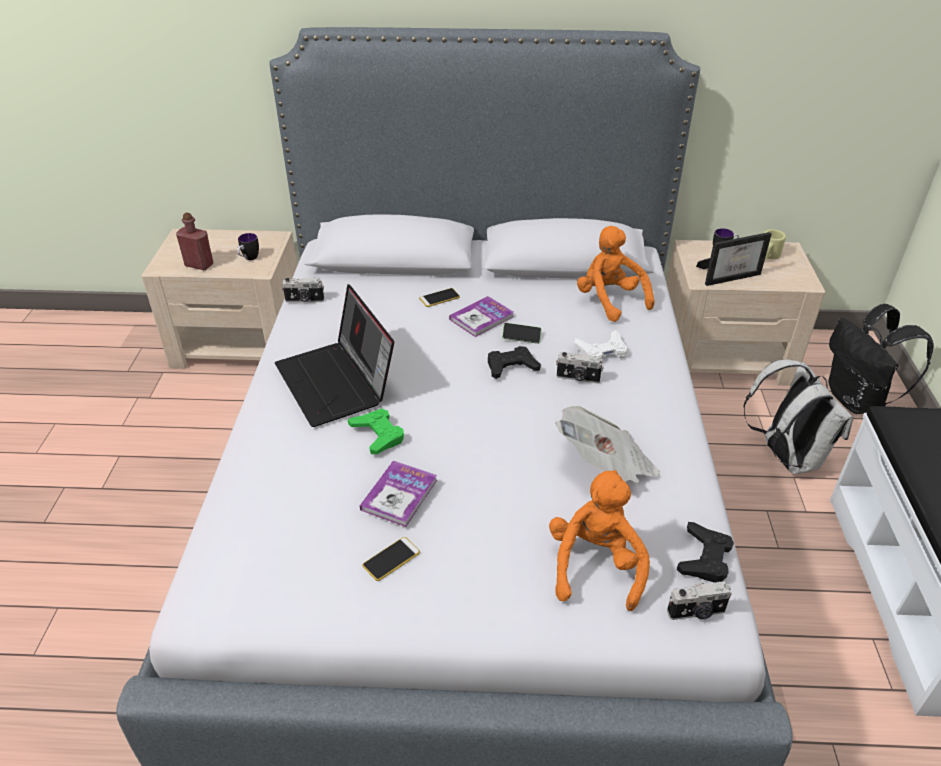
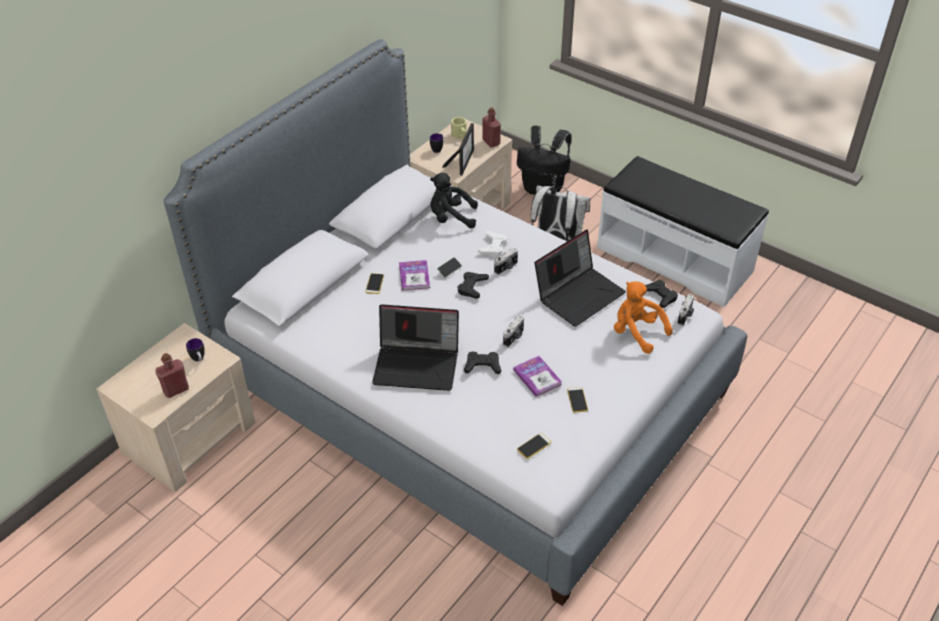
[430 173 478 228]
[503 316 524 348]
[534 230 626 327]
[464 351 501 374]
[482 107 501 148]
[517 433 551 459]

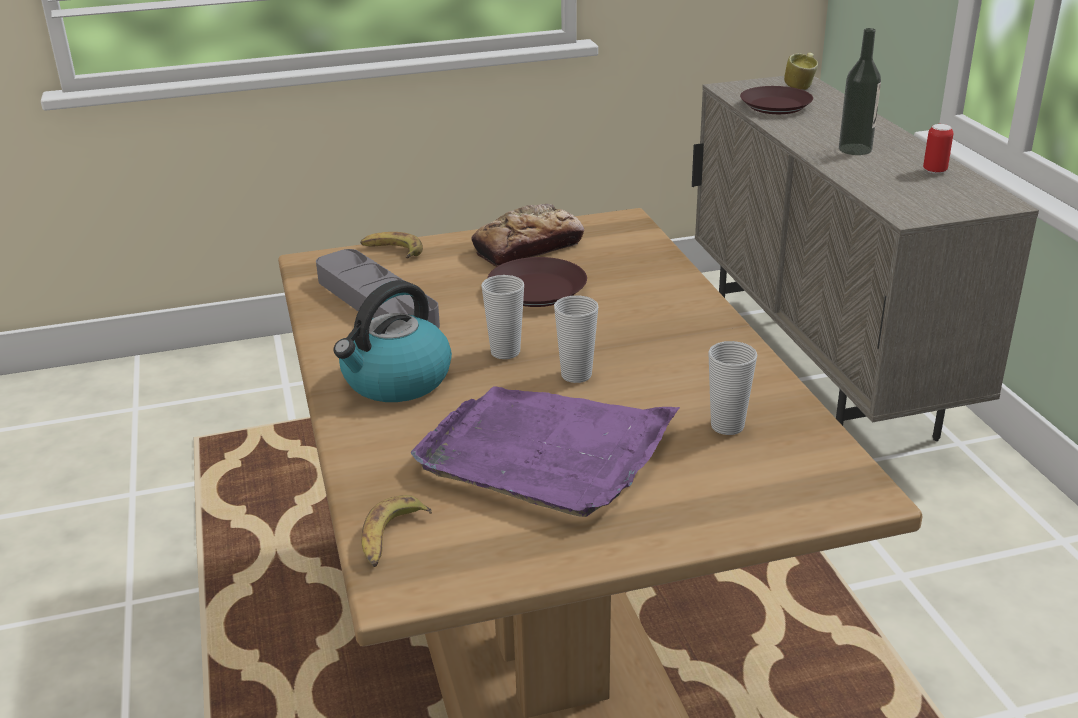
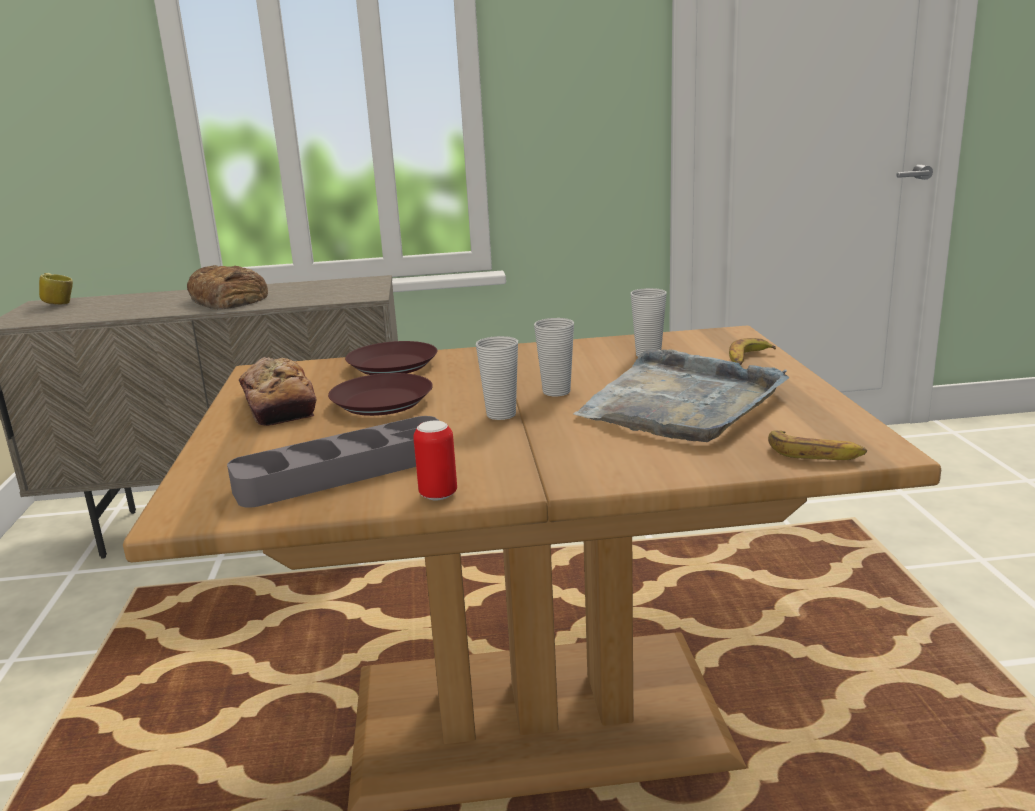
[187 265 268 310]
[345 341 438 375]
[413 421 457 500]
[729 338 776 365]
[334 280 452 402] (first image)
[574 349 789 442]

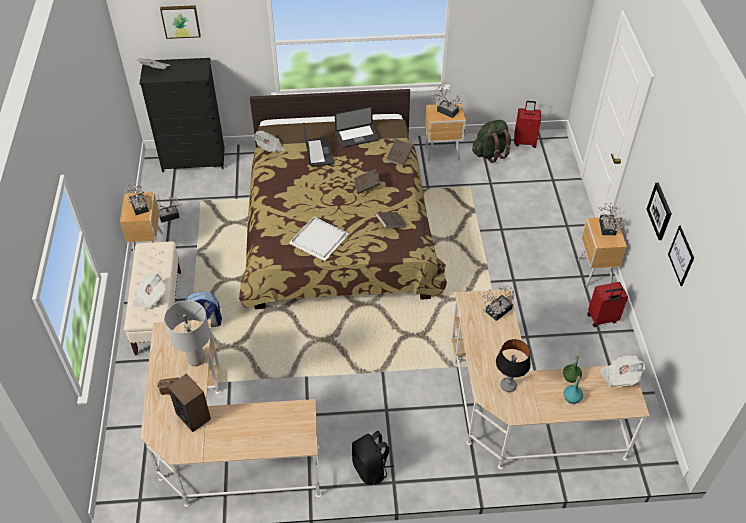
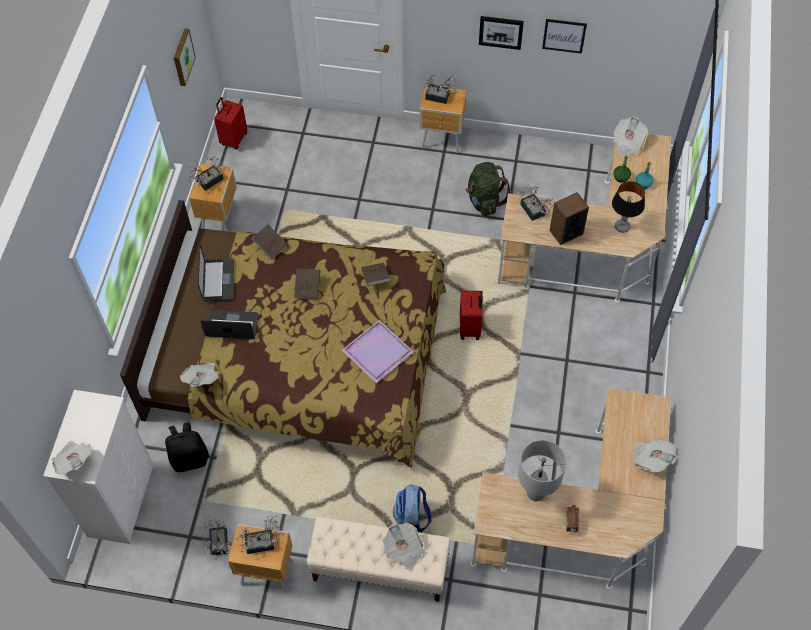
[174 28 196 86]
[43 390 155 544]
[466 162 511 216]
[342 320 414 383]
[460 291 483 340]
[550 192 589 245]
[165 422 209 472]
[633 440 676 472]

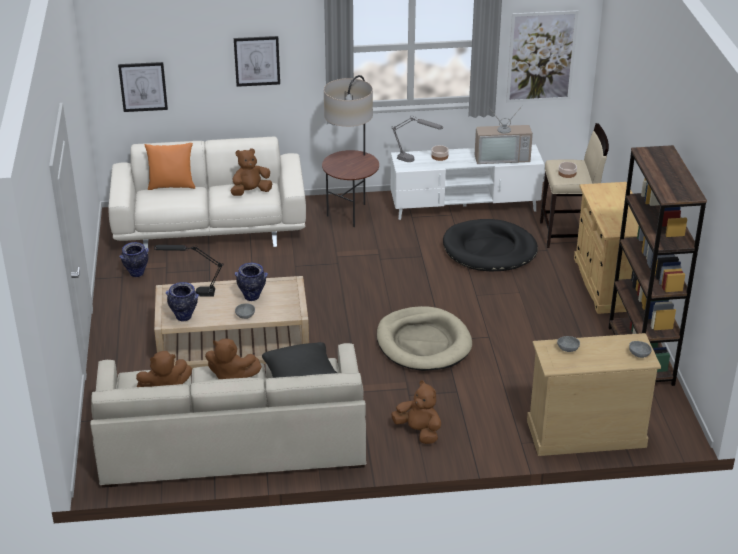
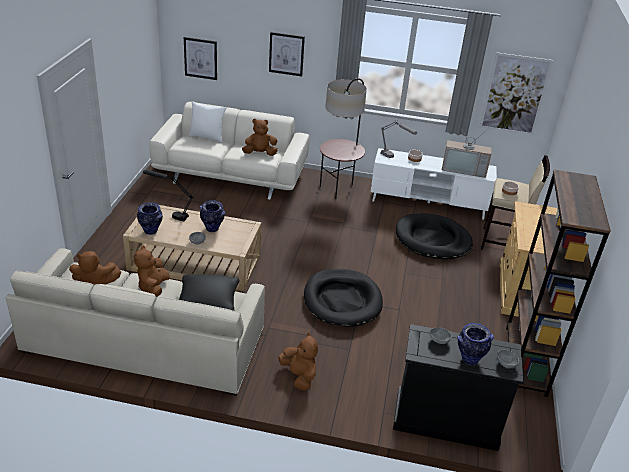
[189 101 226 143]
[457 323 494 365]
[304 269 383 327]
[393 324 523 451]
[134 245 170 297]

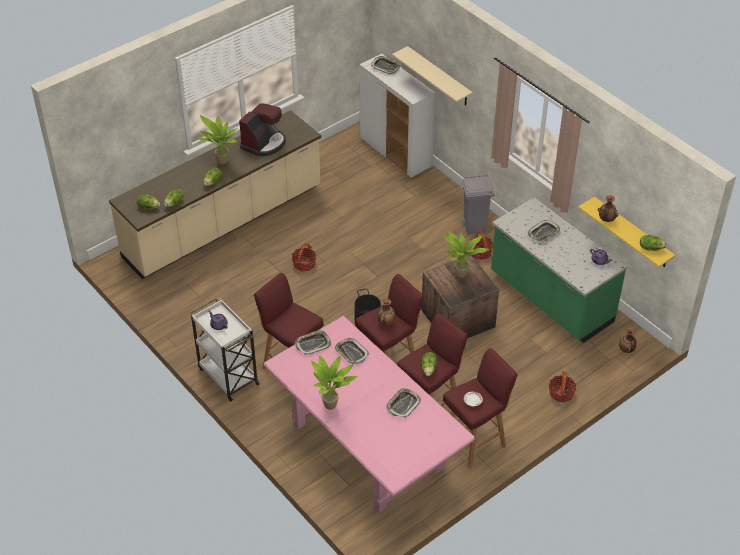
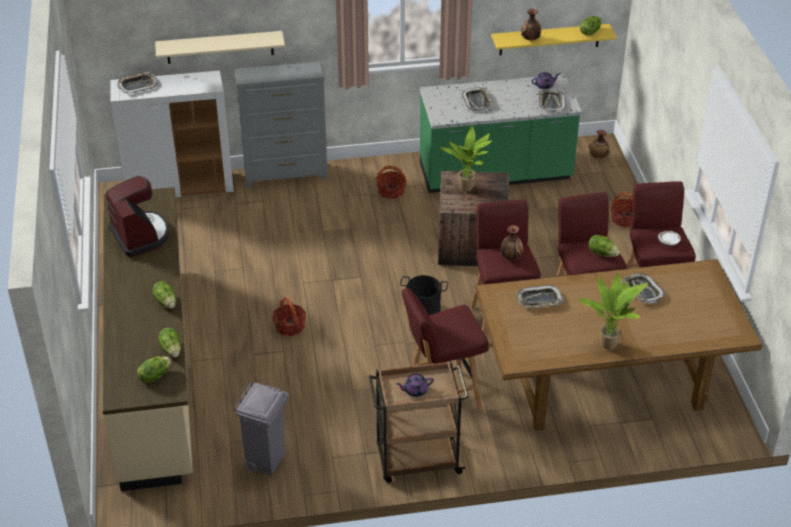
[199 115 237 164] (first image)
[233 382 289 476]
[369 361 469 483]
[475 259 762 431]
[539 90 566 112]
[235 61 328 187]

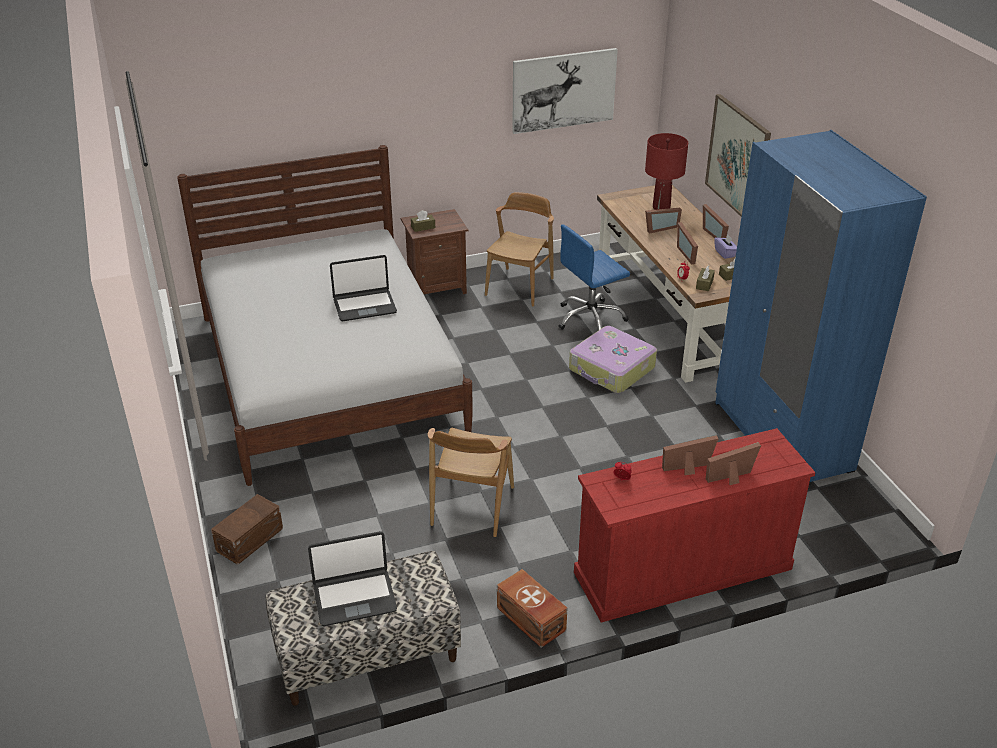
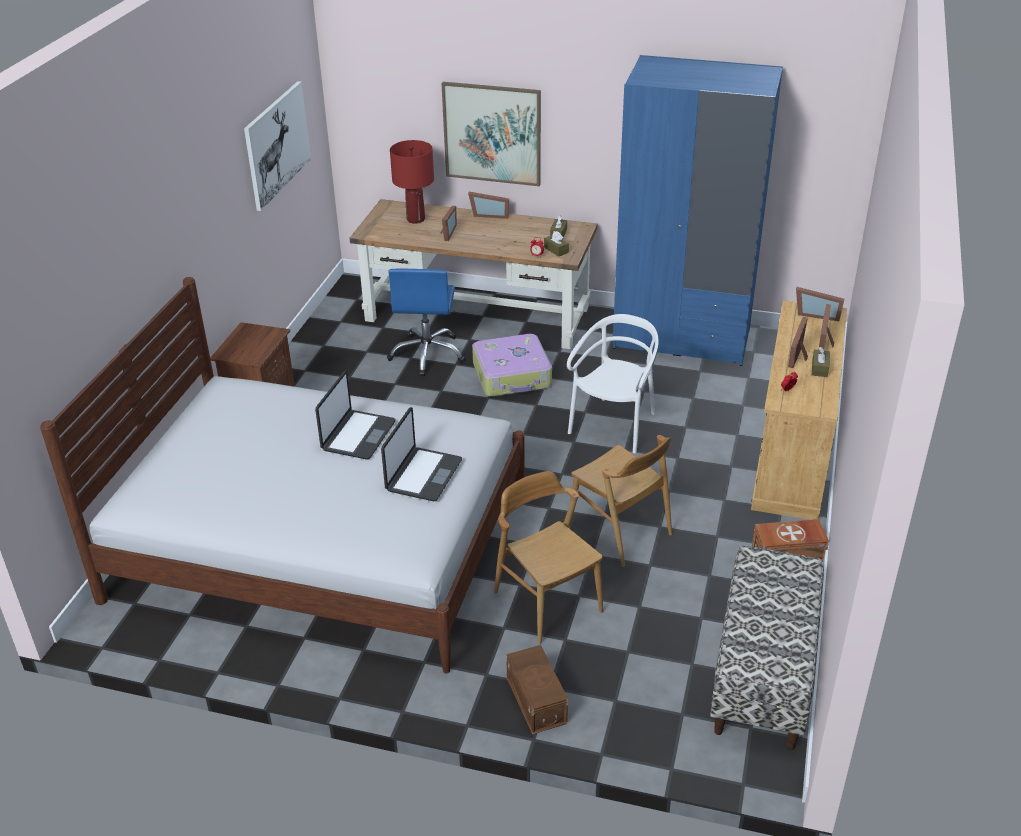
[494 471 603 644]
[812 347 830 377]
[796 287 844 321]
[714 235 737 259] (first image)
[751 300 847 520]
[381 407 462 501]
[567 314 659 453]

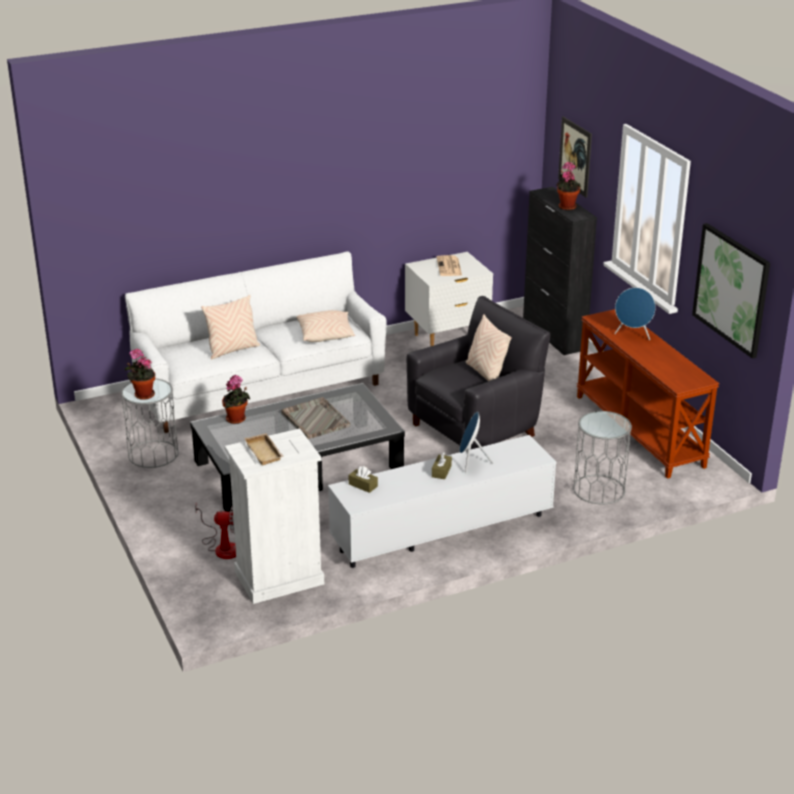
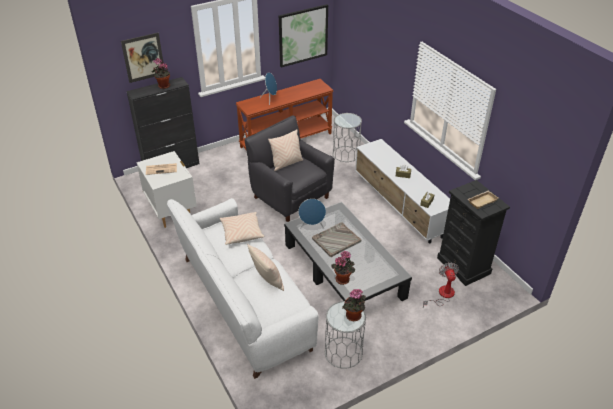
[298 199 326 229]
[437 180 510 286]

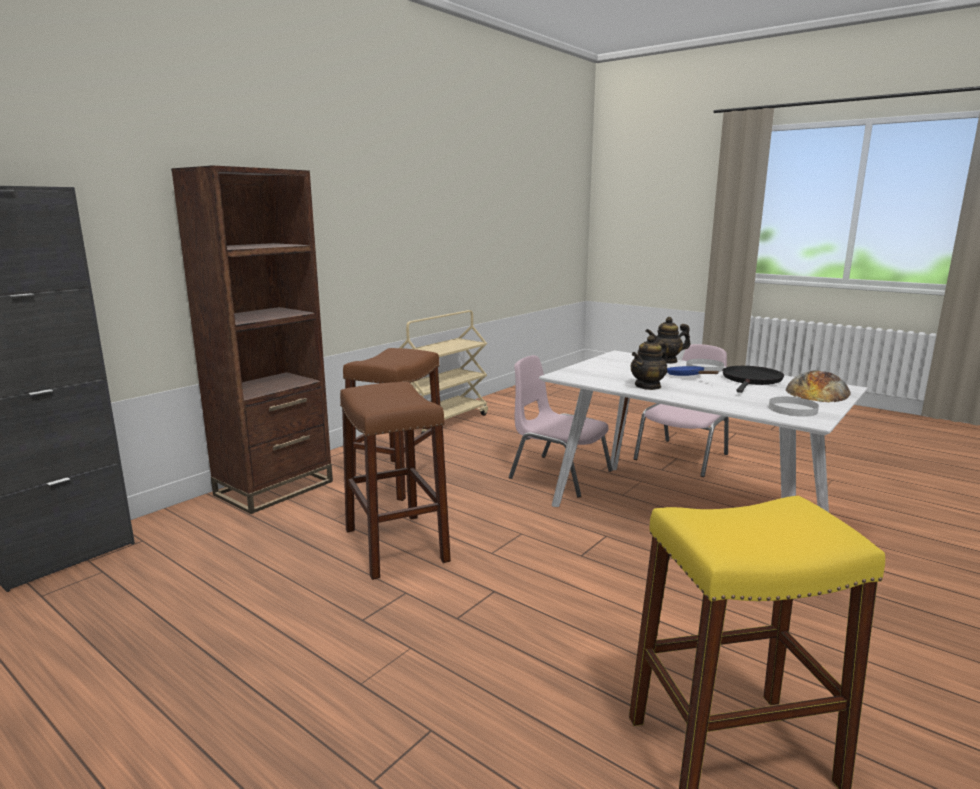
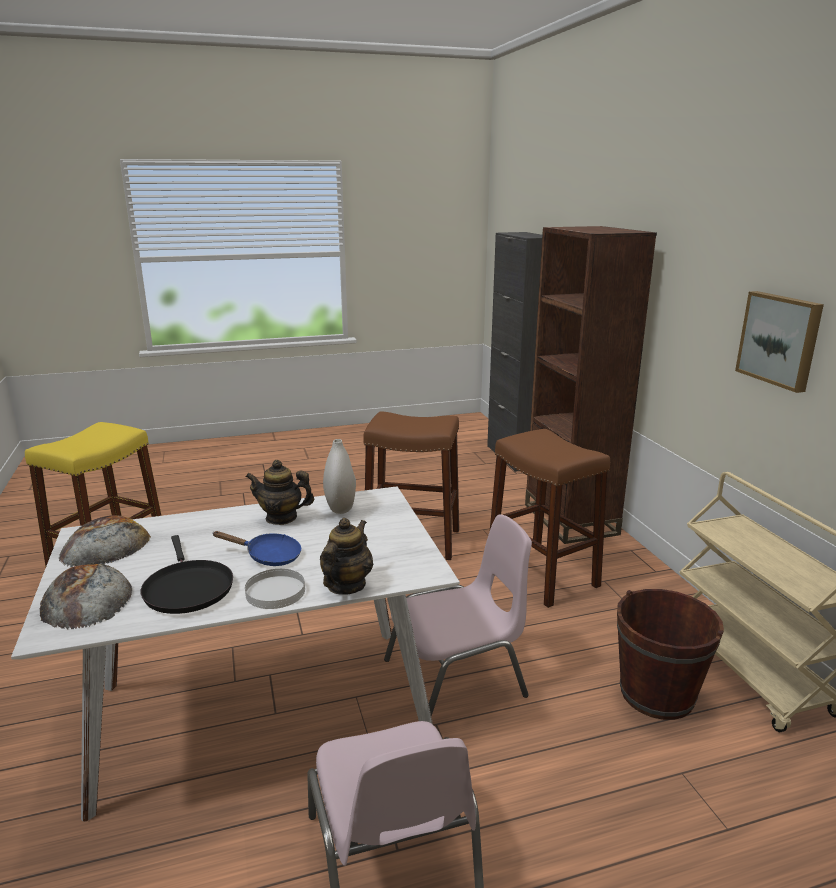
[246 460 315 525]
[59 515 151 567]
[735 291 824 393]
[323 439 356 514]
[617 589 724 720]

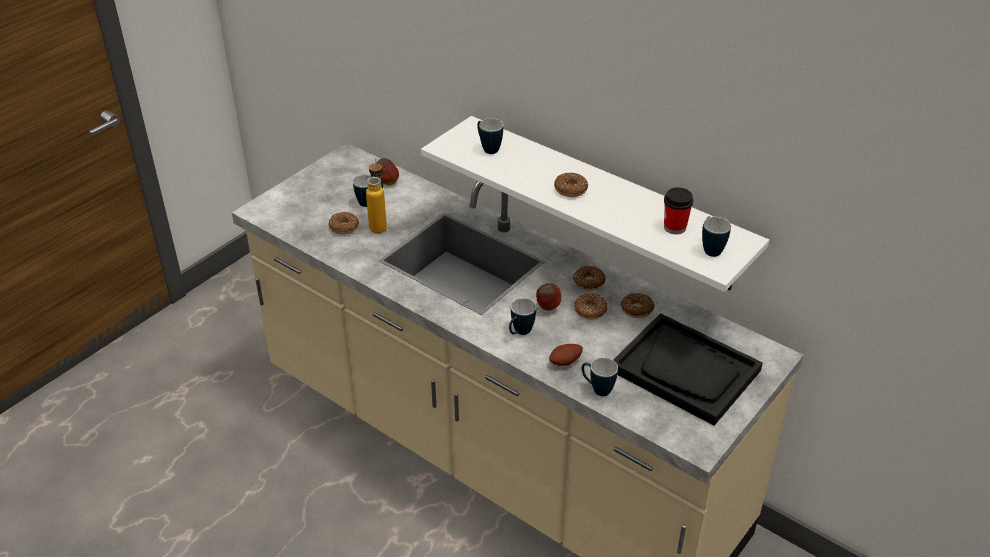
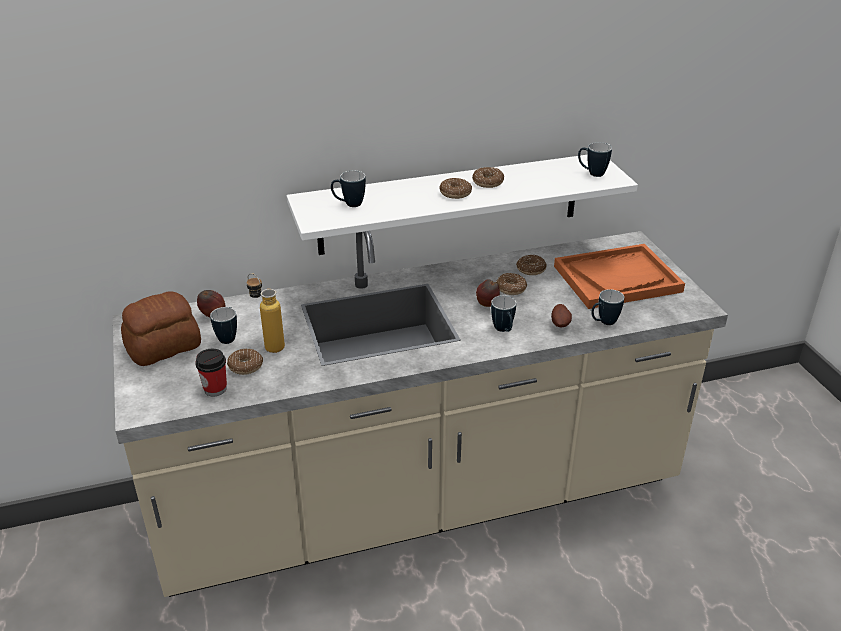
[195 349 227 396]
[472 167 504 188]
[554 244 685 309]
[121 292 201 366]

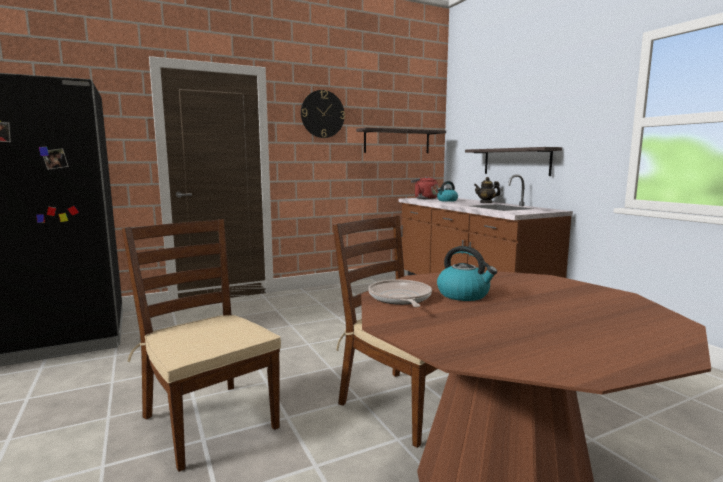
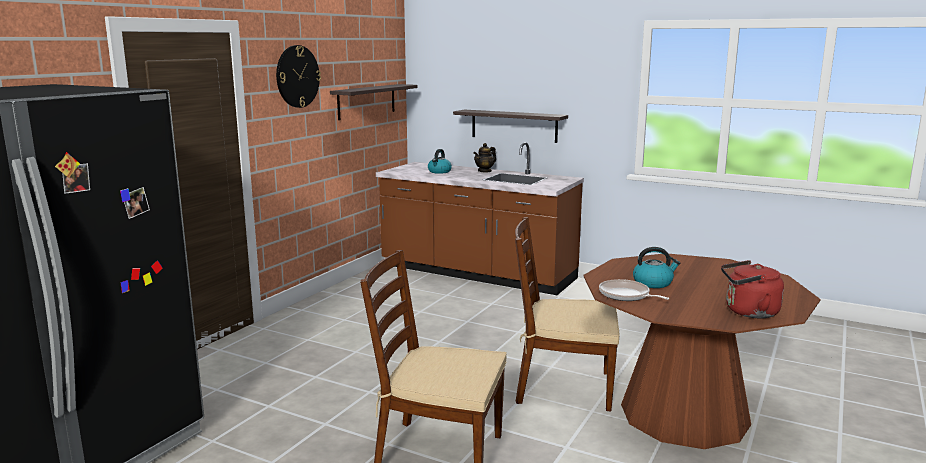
[721 260 784 318]

